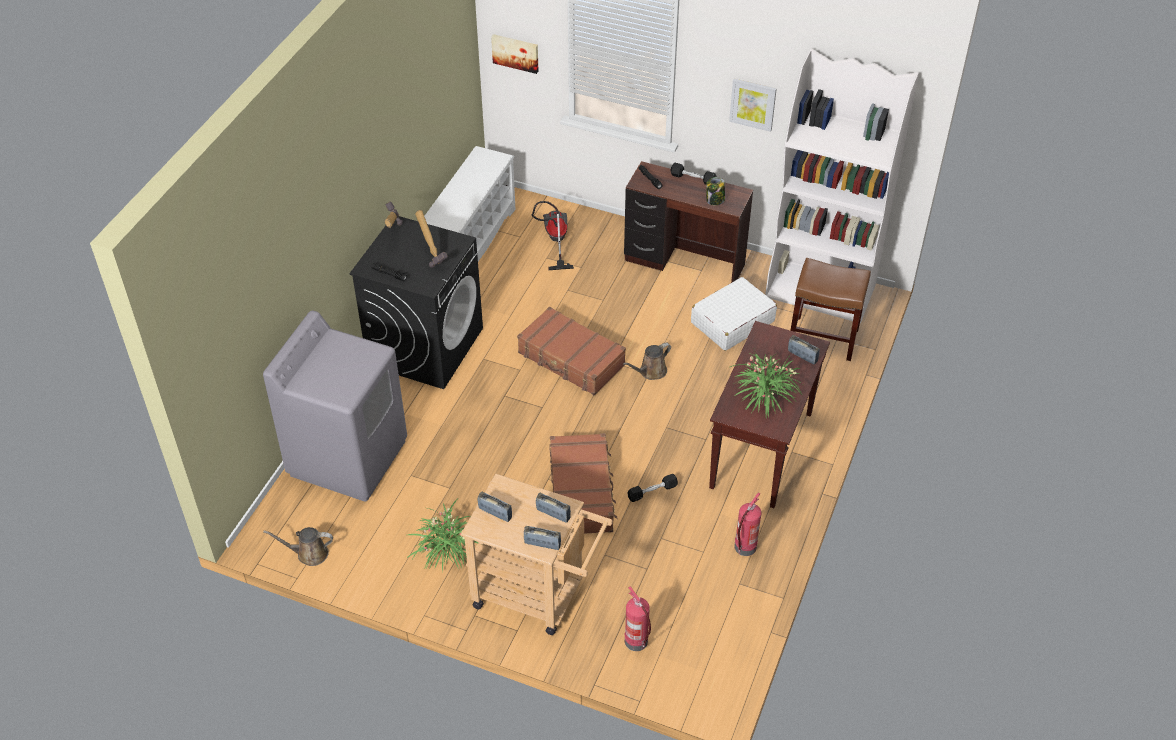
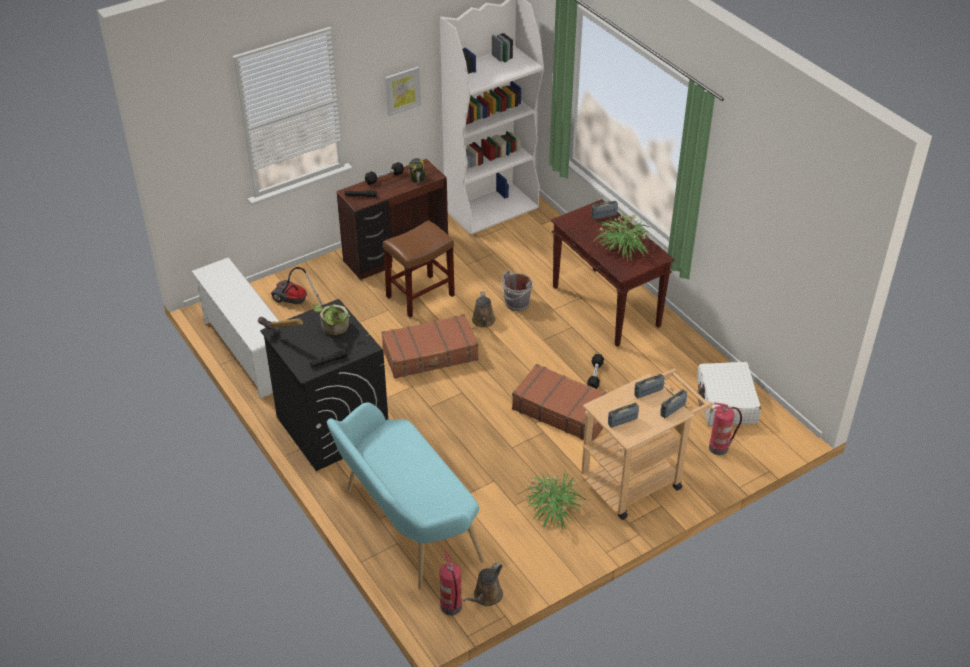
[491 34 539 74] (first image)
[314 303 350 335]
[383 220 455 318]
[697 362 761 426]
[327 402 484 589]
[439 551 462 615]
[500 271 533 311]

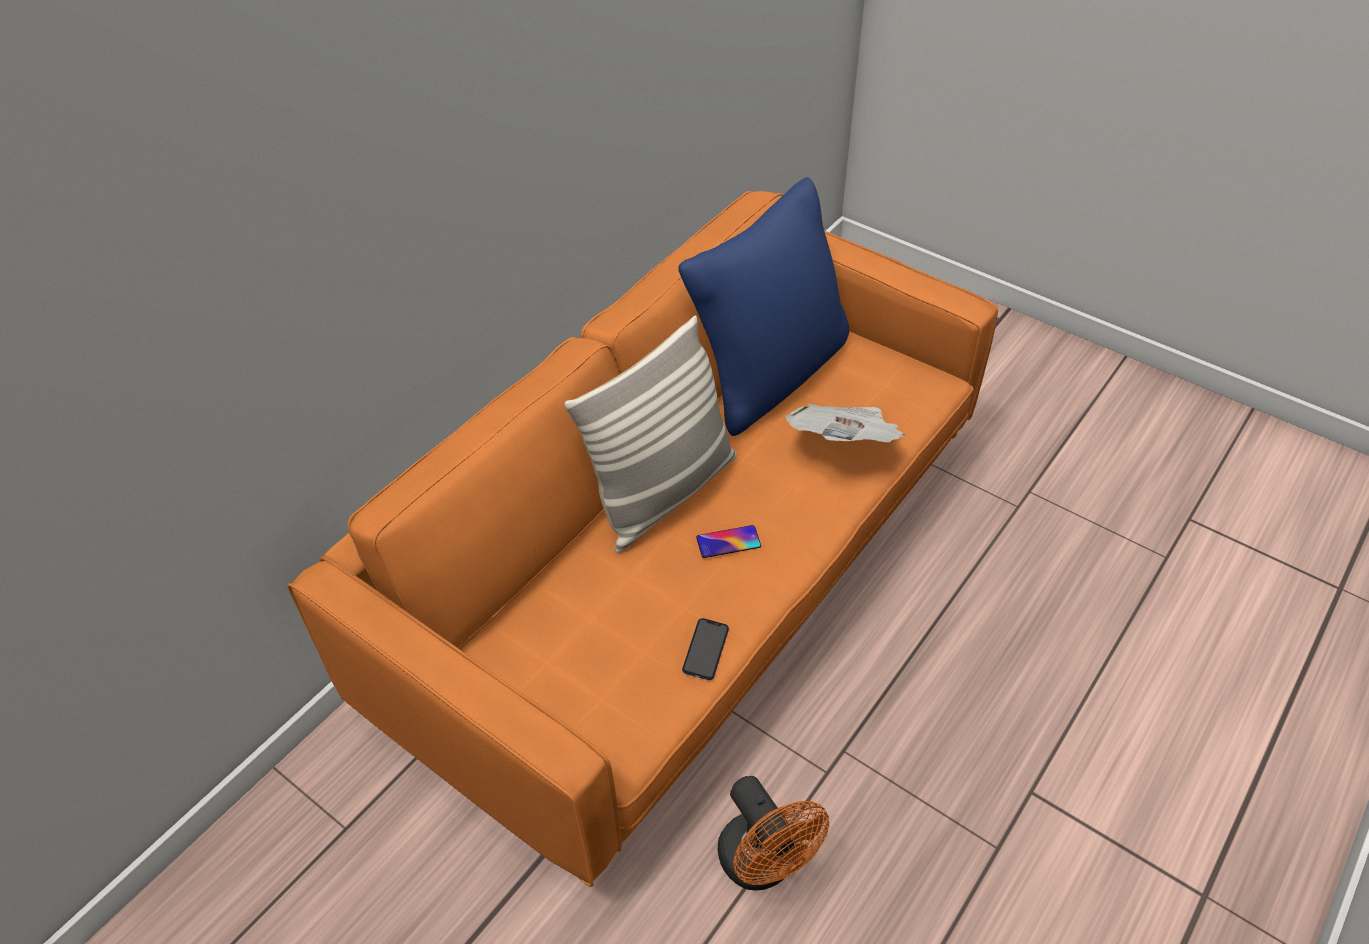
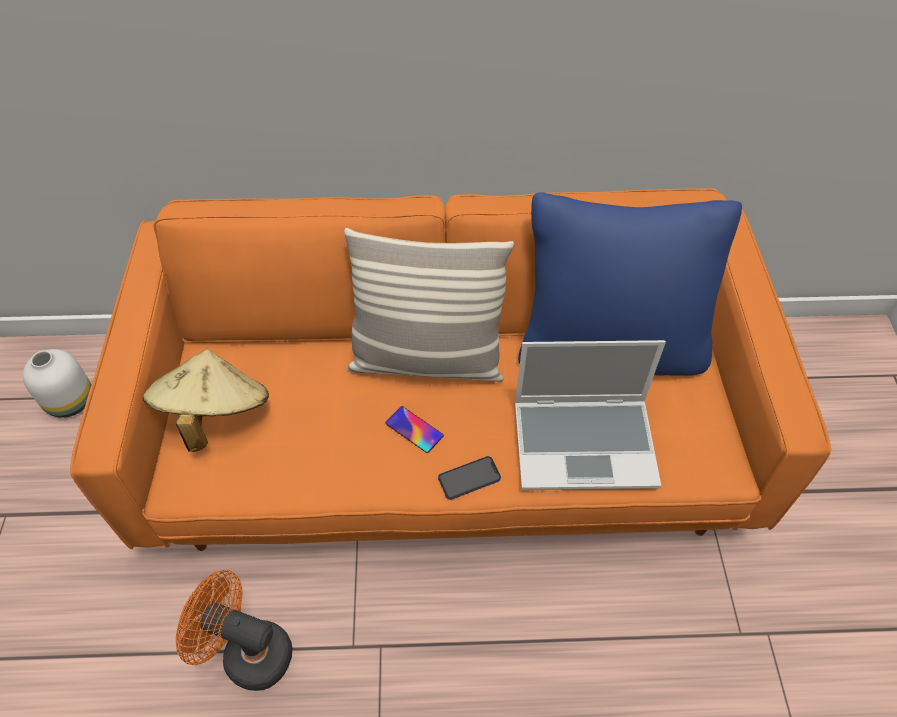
[515 340 666 490]
[438 456 501 500]
[176 570 292 691]
[23 349 91 418]
[143 349 269 452]

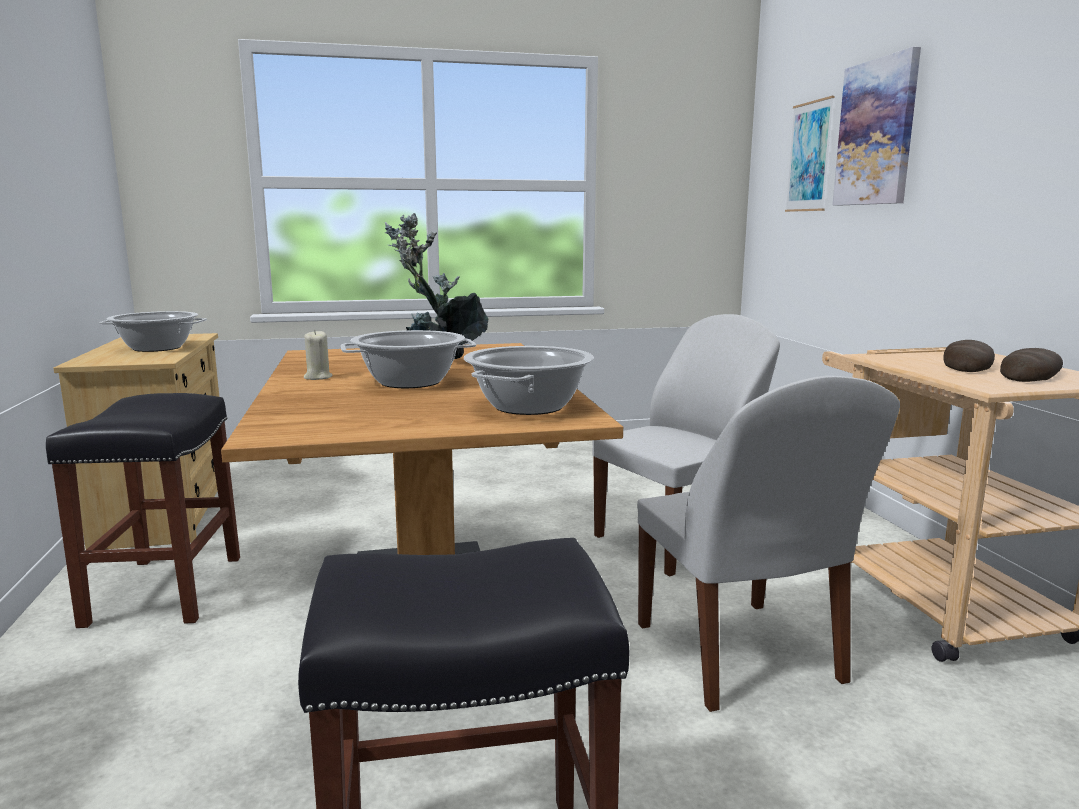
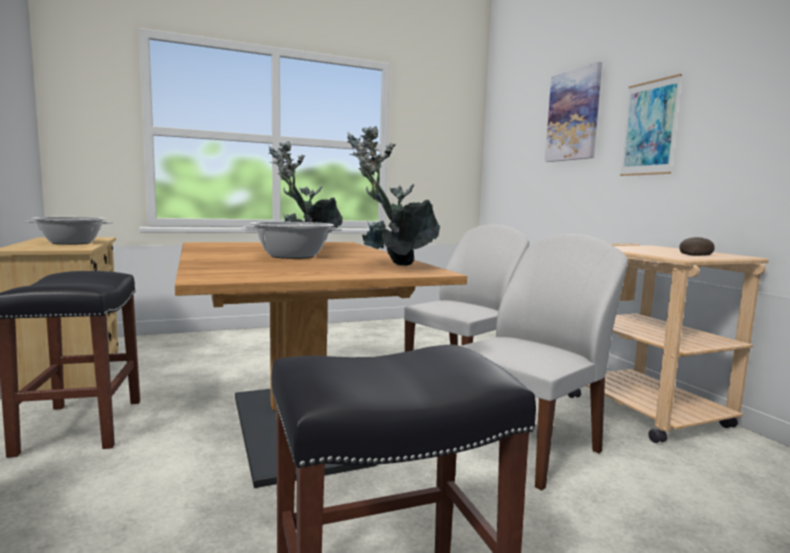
[620 74 682 176]
[304 330 332 380] (first image)
[943 340 995 372] (first image)
[347 126 440 266]
[462 234 628 490]

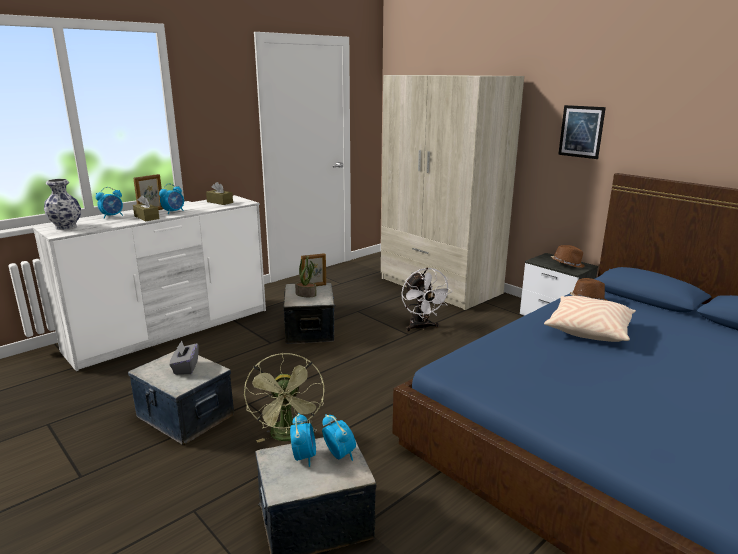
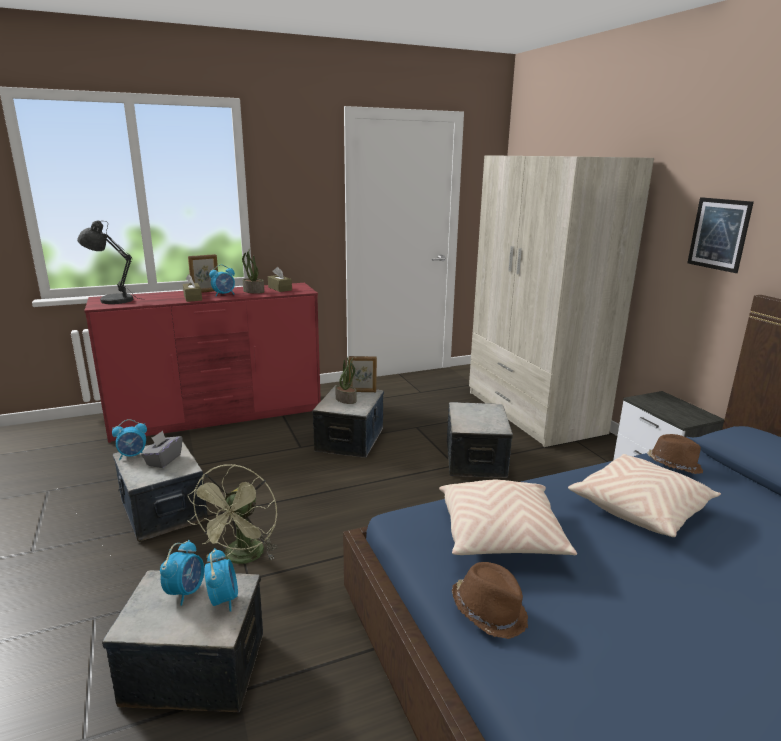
[77 220 139 304]
[112 419 147 460]
[84 283 321 443]
[452 562 528 639]
[447 402 513 478]
[242 248 264 294]
[439 480 577 555]

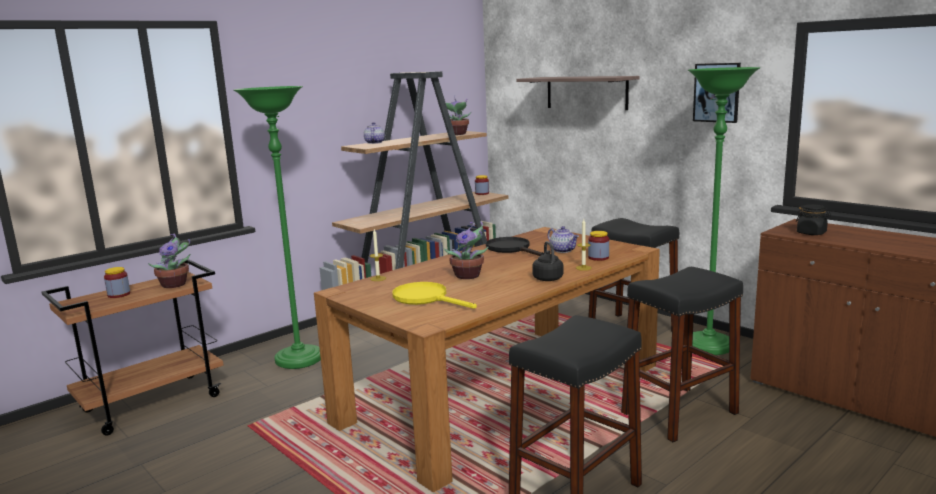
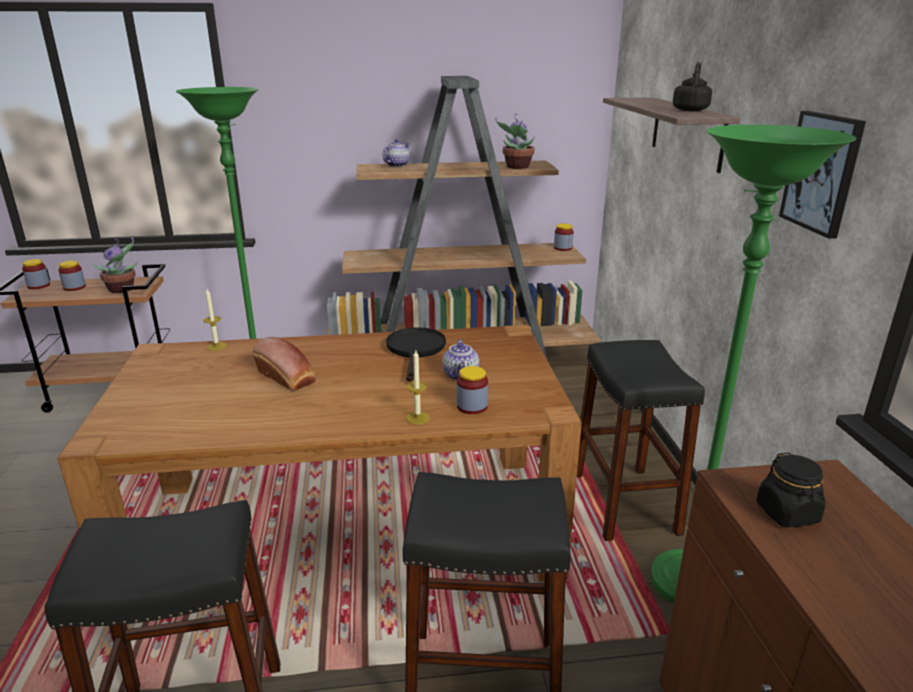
[253 337 316 391]
[673 62 712 111]
[392 282 477 309] (first image)
[22 259 50 289]

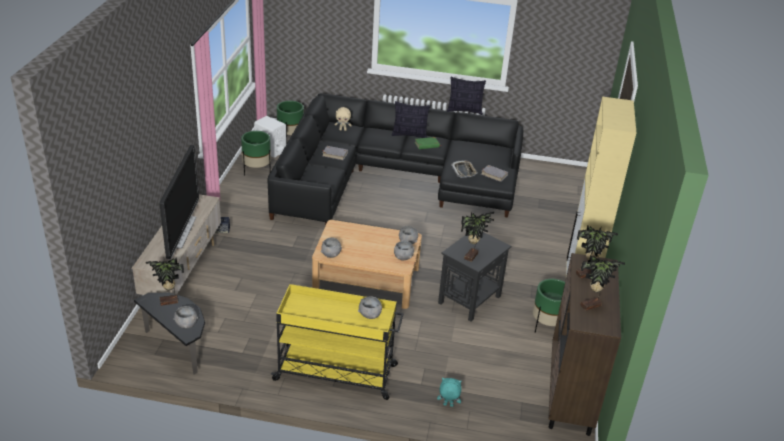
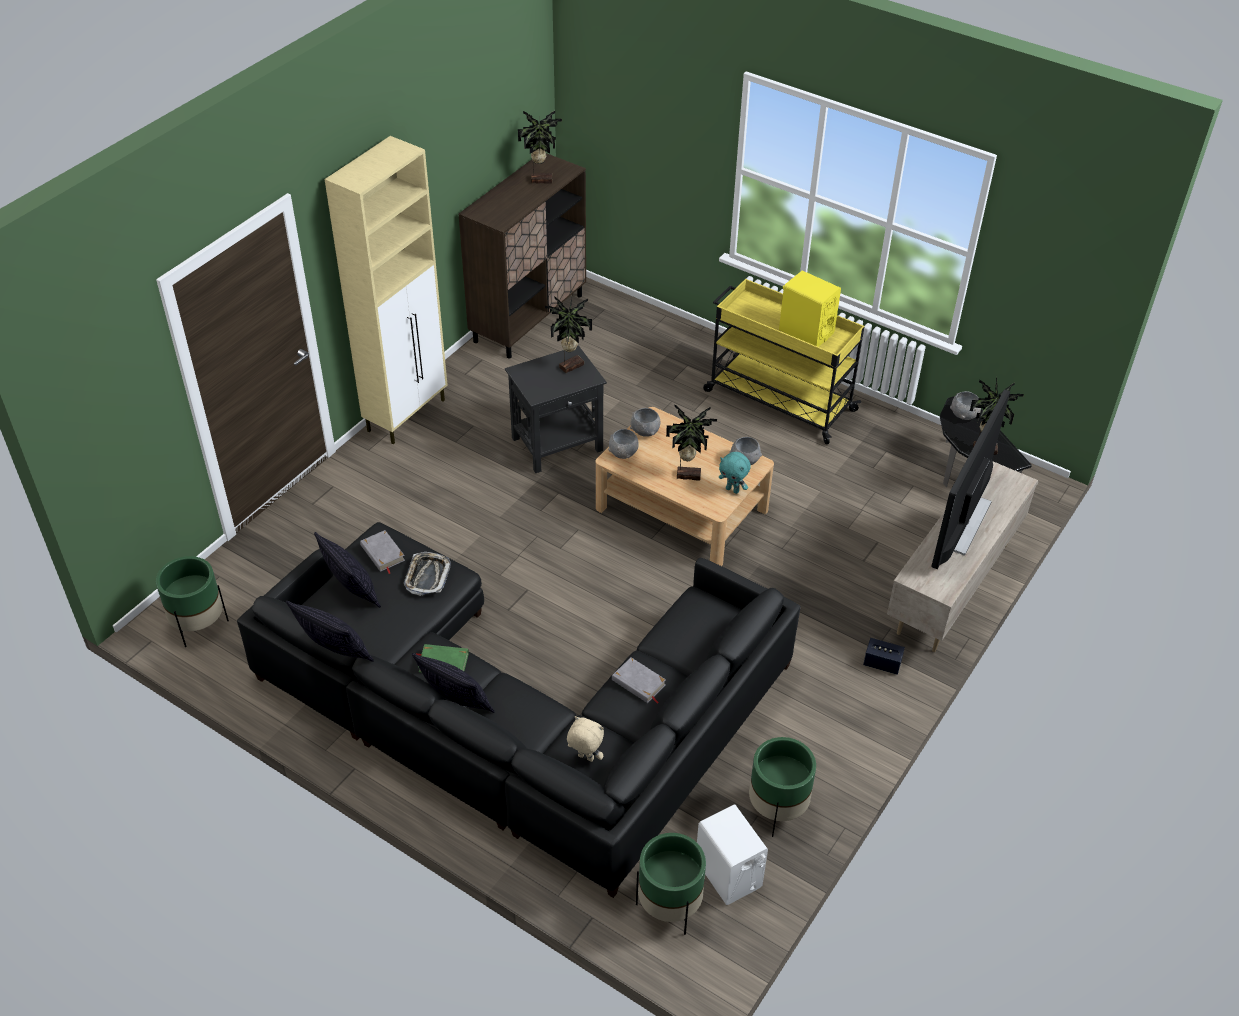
[666 405 717 481]
[156 556 229 647]
[358 296 382 319] (first image)
[719 452 751 494]
[779 270 841 347]
[314 532 381 608]

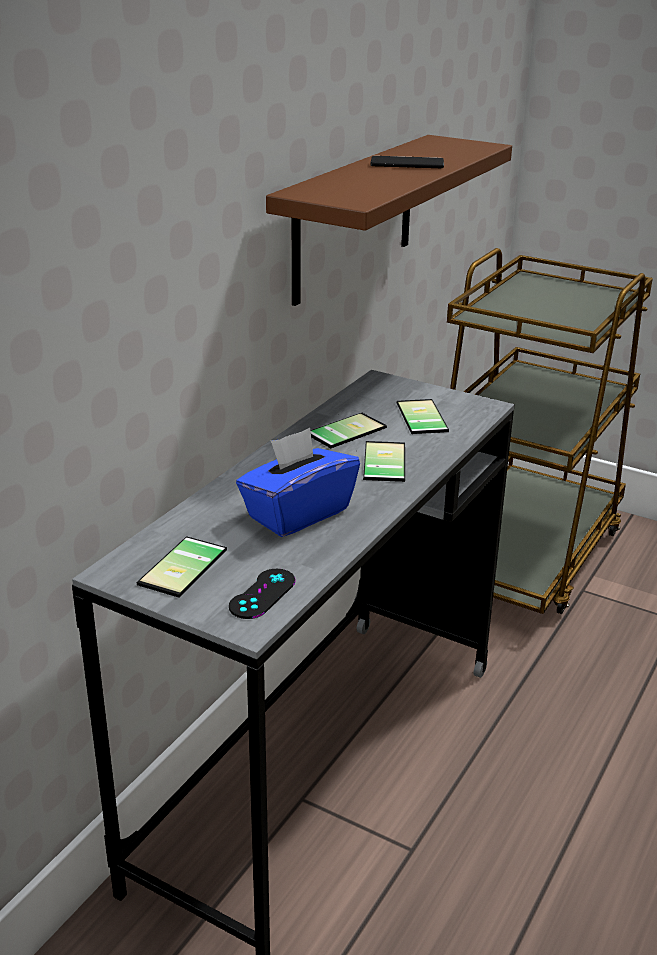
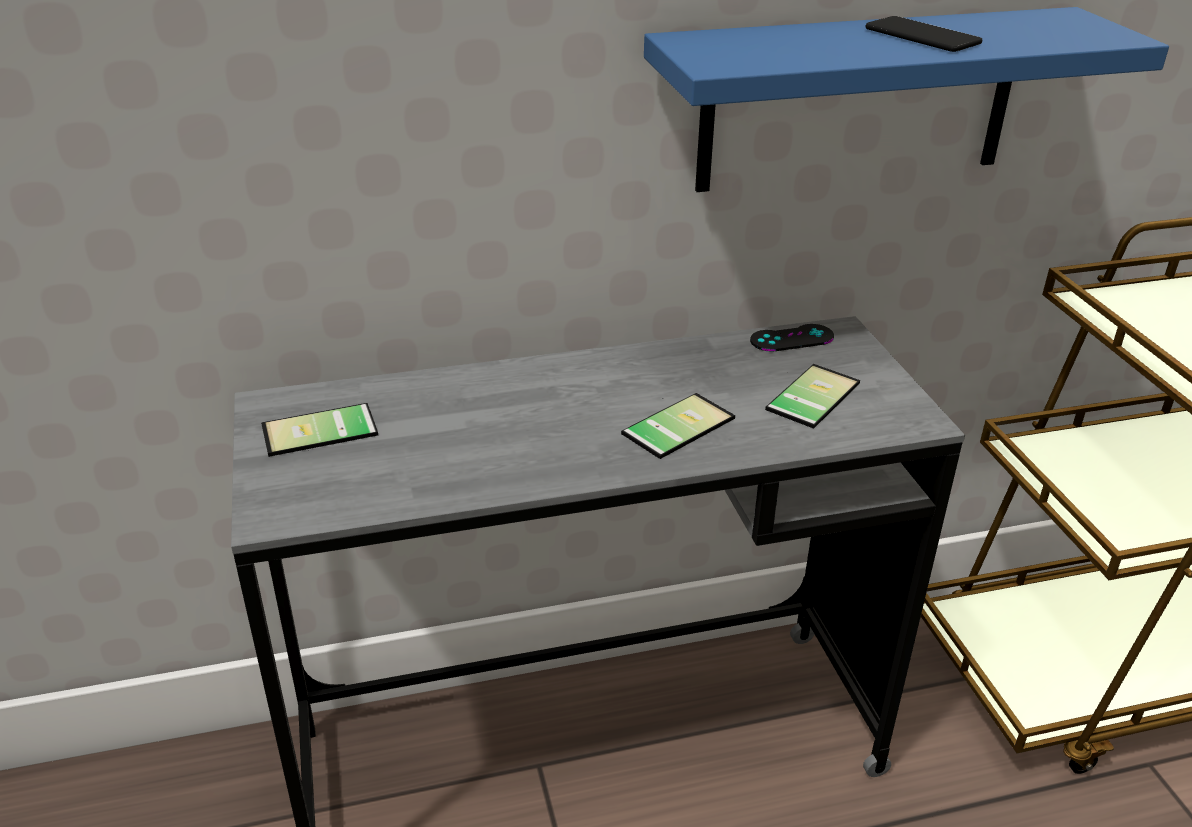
[644 7 1169 192]
[310 413 387 448] (first image)
[236 428 360 537] (first image)
[750 324 834 352]

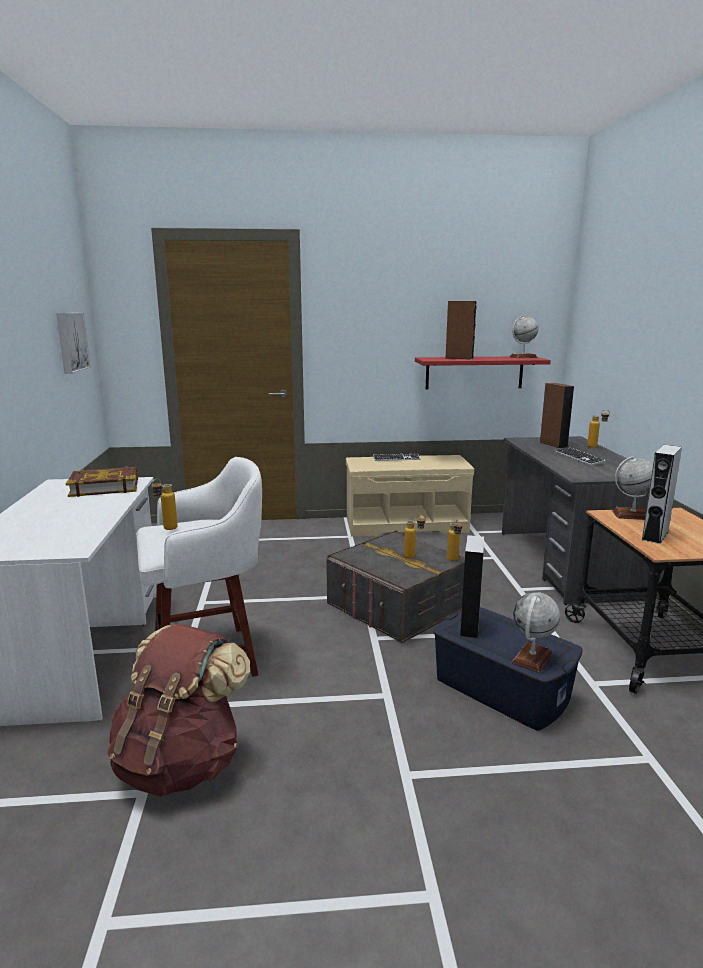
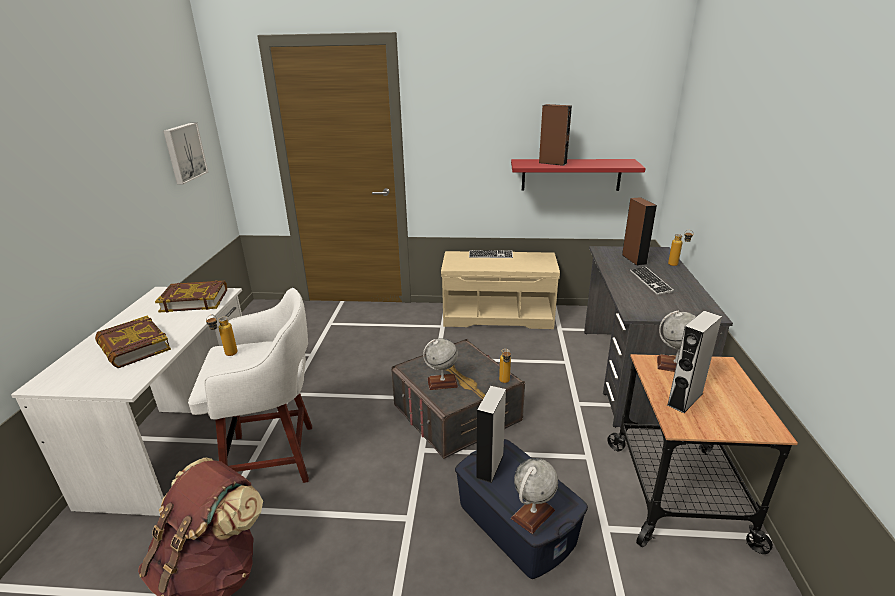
[423 338 458 390]
[404 515 426 558] (first image)
[95 316 171 368]

